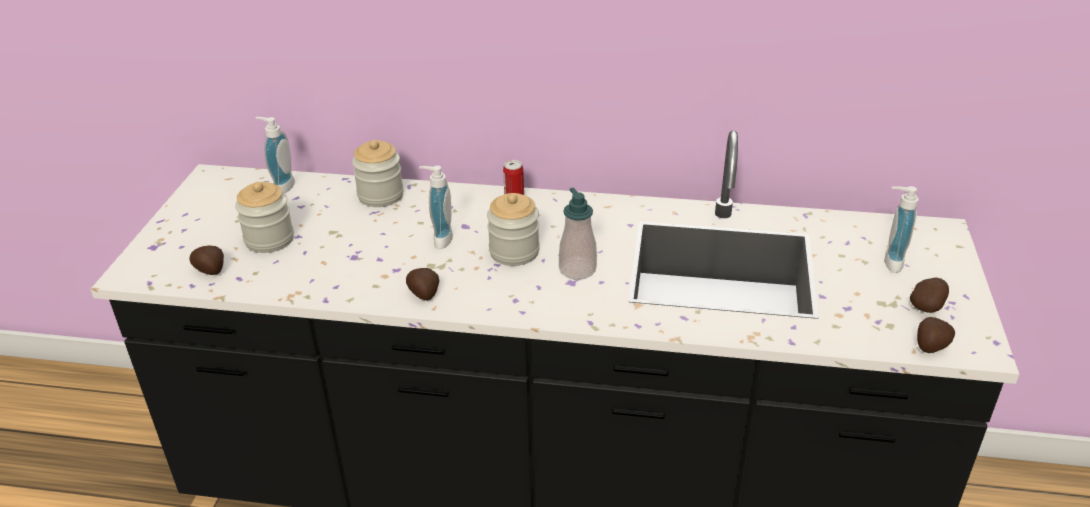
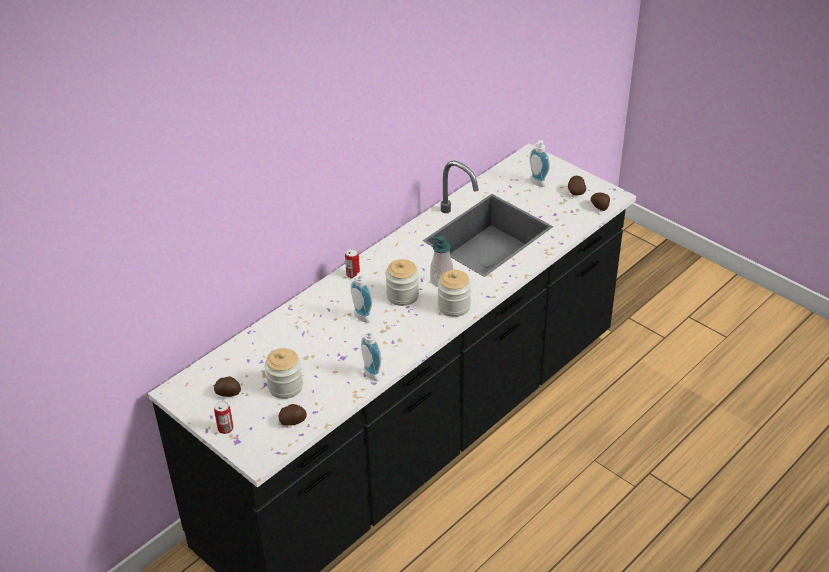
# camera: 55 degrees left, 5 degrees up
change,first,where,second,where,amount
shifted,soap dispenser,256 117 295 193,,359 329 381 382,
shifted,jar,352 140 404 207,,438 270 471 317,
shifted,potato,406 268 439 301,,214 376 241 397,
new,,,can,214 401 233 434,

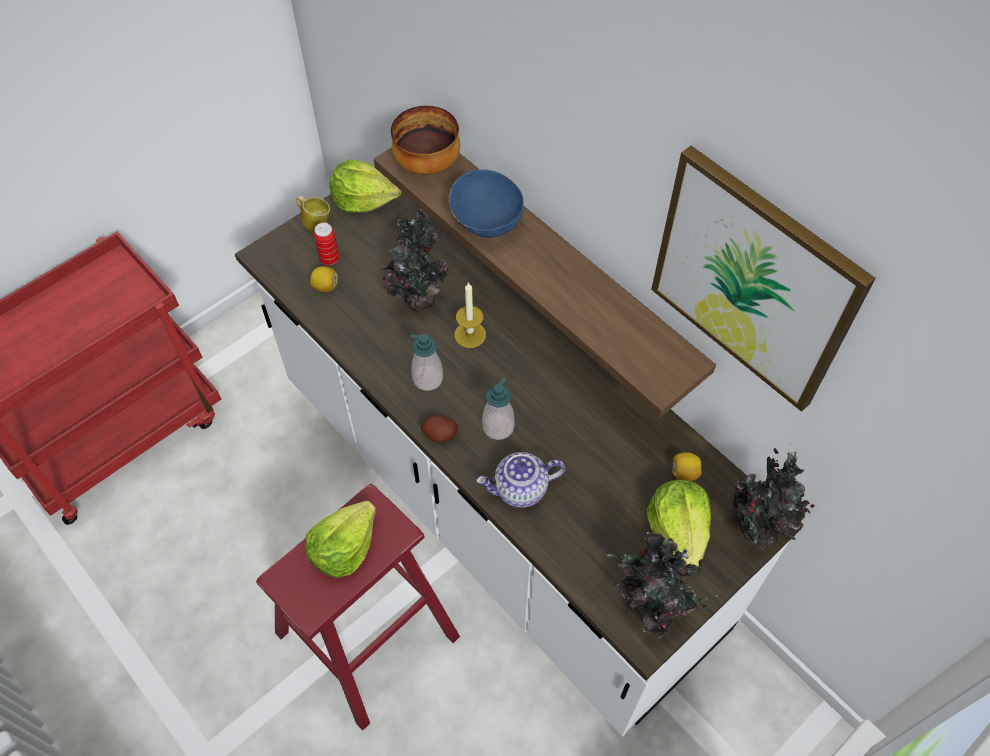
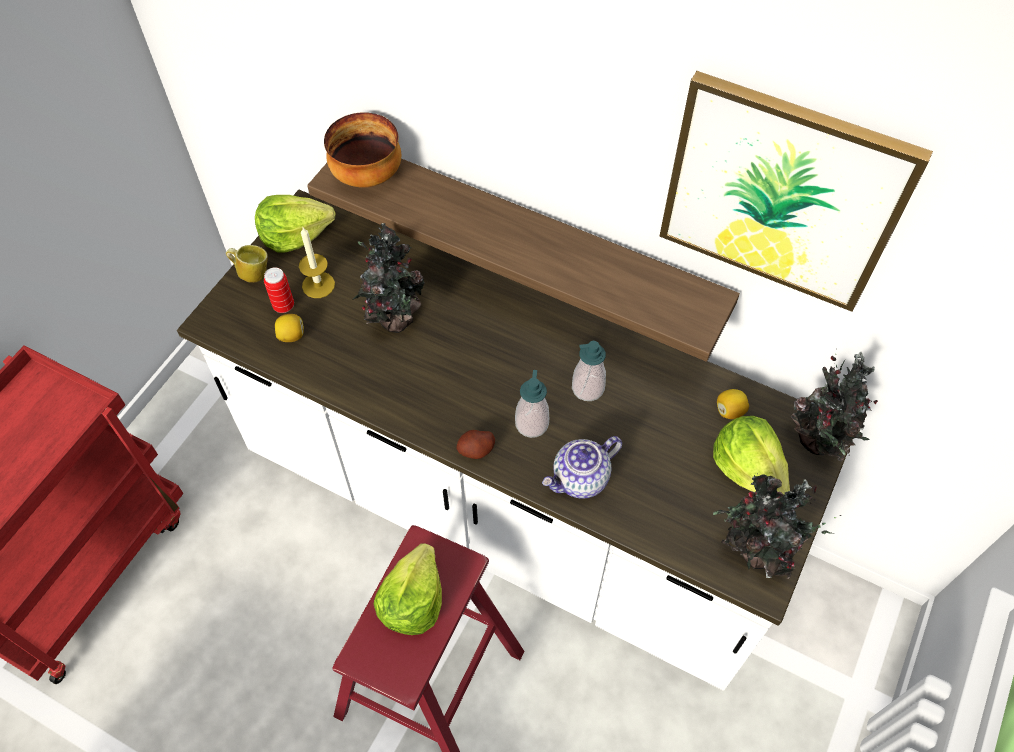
# camera: 20 degrees left, 0 degrees up
change,first,where,second,where,amount
shifted,soap dispenser,410 334 443 391,,572 341 606 401,
gone,blue bowl,449 169 524 238,,,
shifted,candle,455 282 486 348,,299 227 335 298,

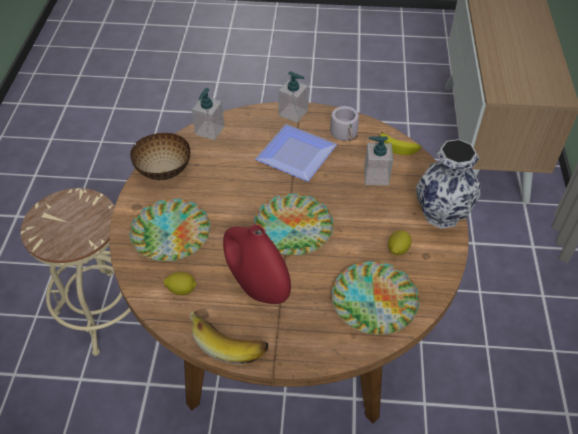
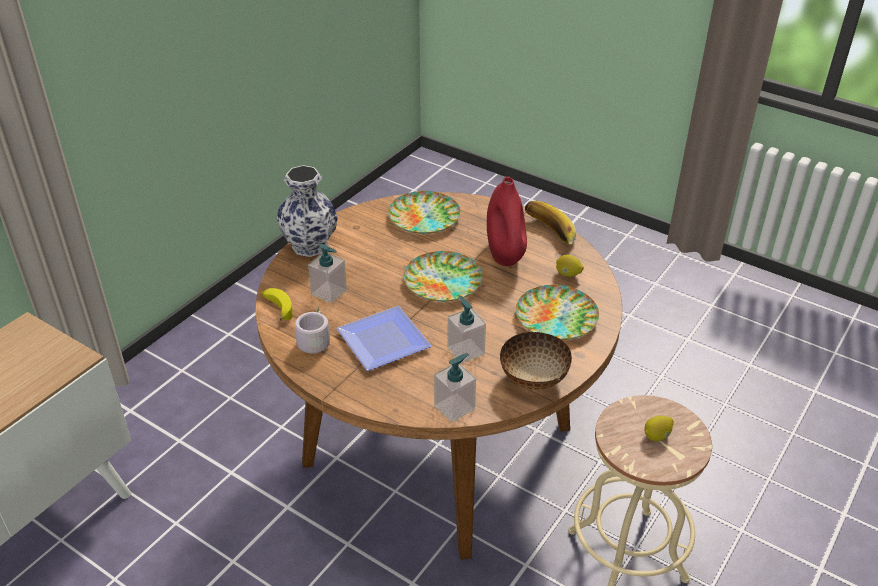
# camera: 150 degrees left, 10 degrees down
change,first,where,second,where,amount
shifted,soap dispenser,278 71 309 122,,447 296 486 363,
shifted,lemon,388 230 412 255,,644 416 674 441,

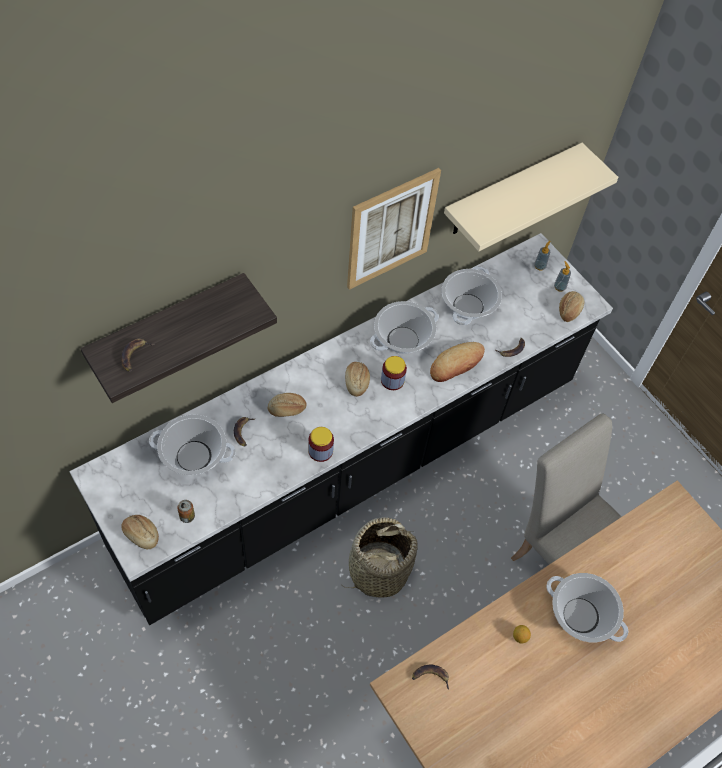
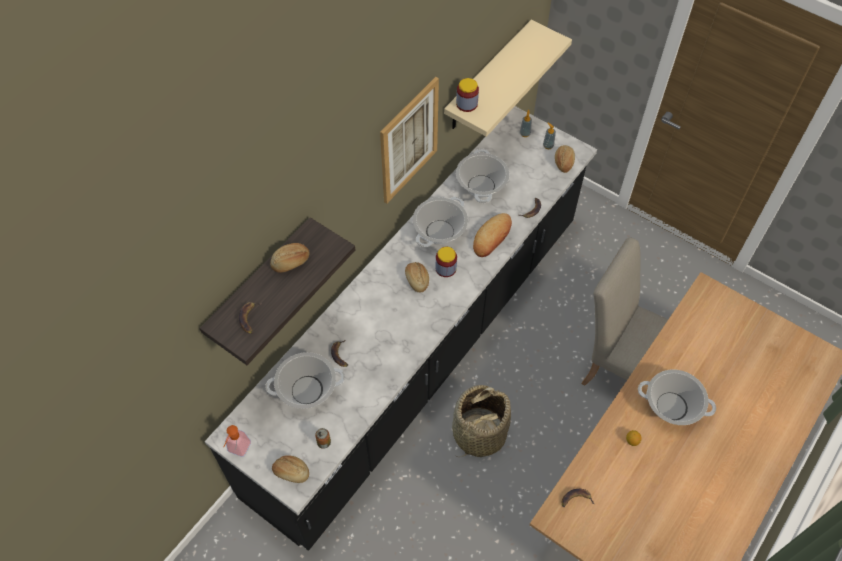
# camera: 15 degrees left, 0 degrees up
change,first,where,second,where,amount
shifted,bread,268 393 307 417,,270 243 310 273,
shifted,jar,308 427 334 462,,456 78 479 112,
new,,,soap dispenser,223 425 251 457,

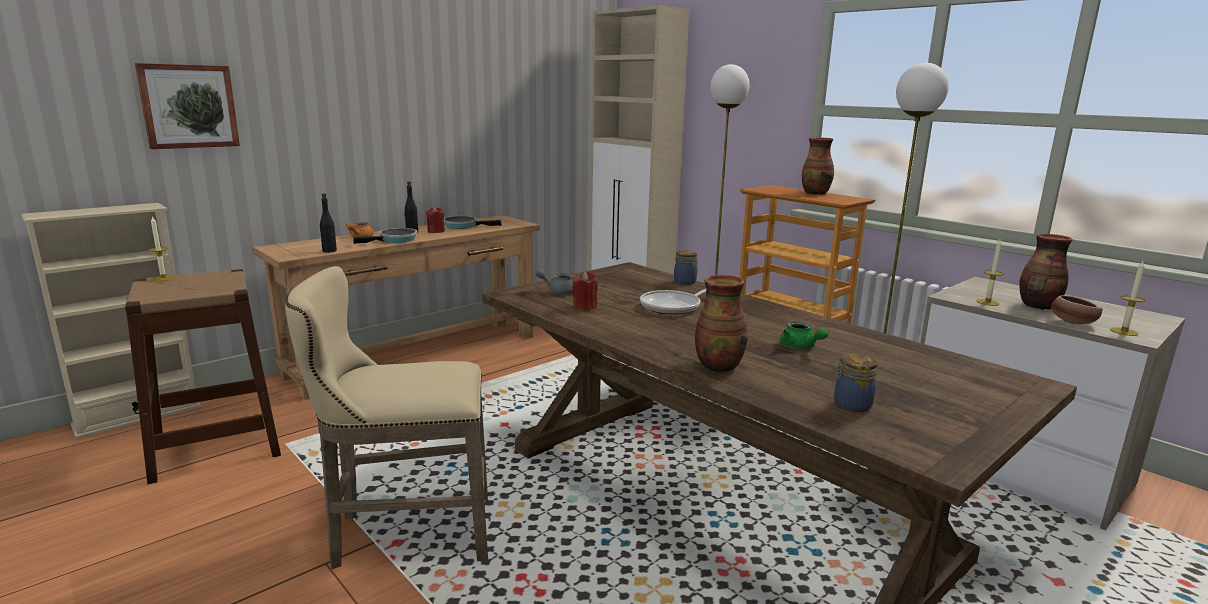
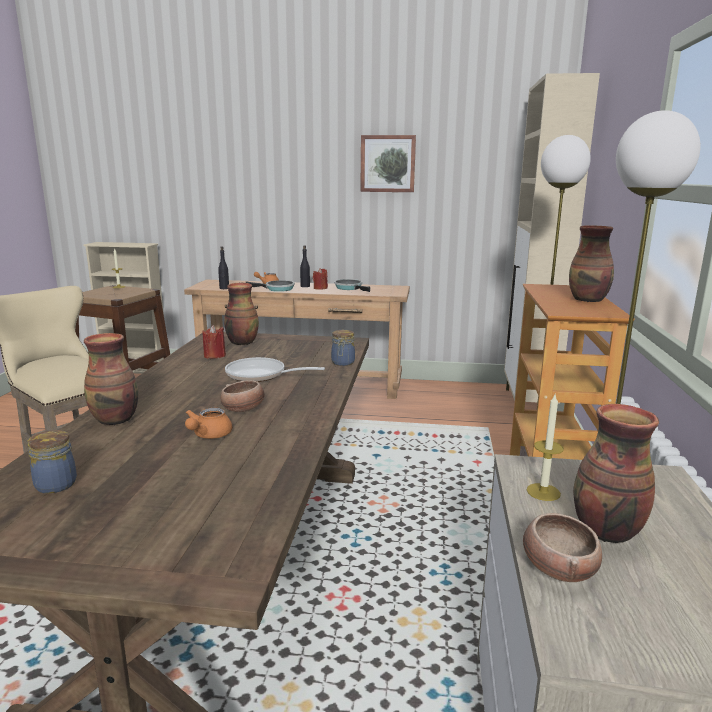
# camera: 50 degrees right, 0 degrees up
change,first,where,second,where,amount
shifted,picture,135 63 240 149,,360 135 416 192,
swapped,grey teapot,535 269 573 295,vase,224 283 259 345,
repainted,green teapot,780 322 828 349,orange teapot,185 408 233 439,
gone,candle,1110 261 1145 336,,,
new,,,bowl,221 380 265 412,

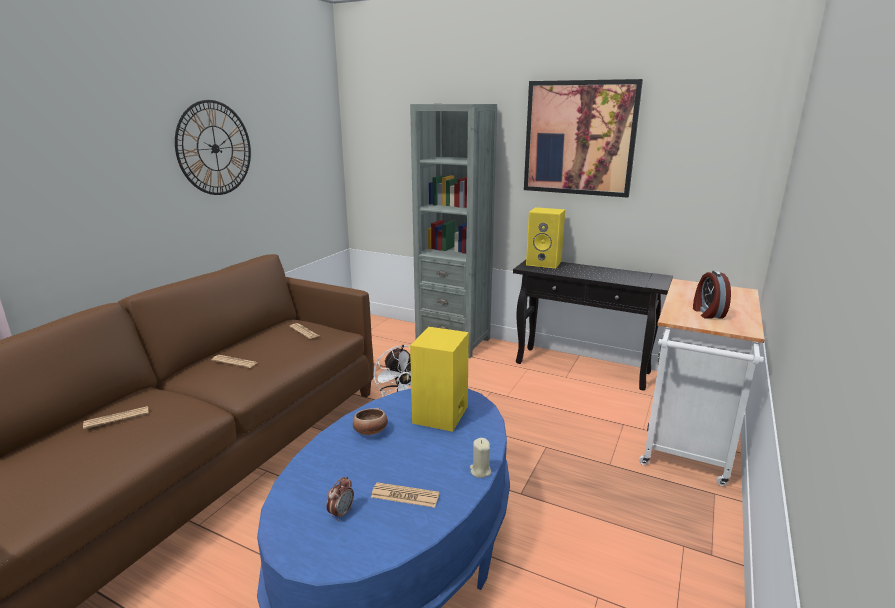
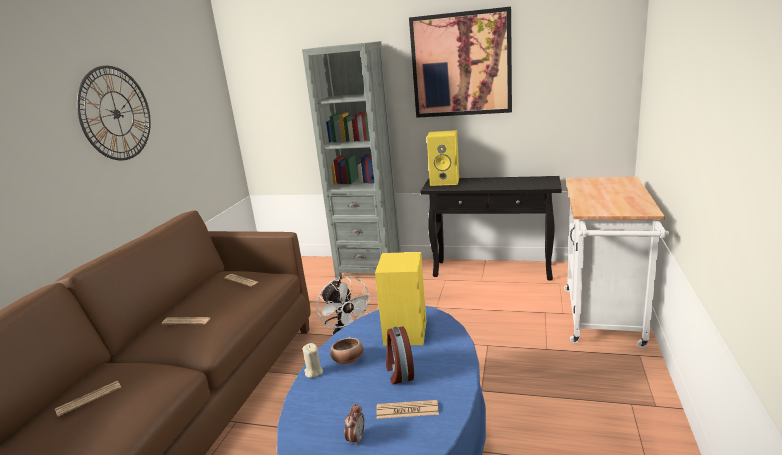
# camera: 10 degrees left, 0 degrees up
change,first,where,second,where,amount
shifted,beige candle,470 438 491 478,,303 343 323 378,
shifted,alarm clock,693 271 731 319,,386 326 414 384,

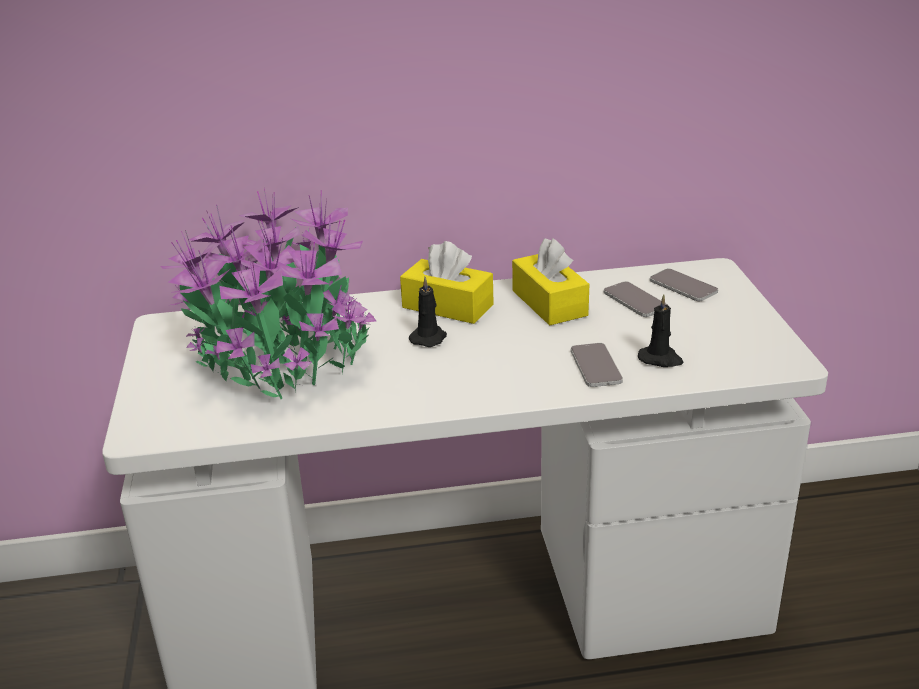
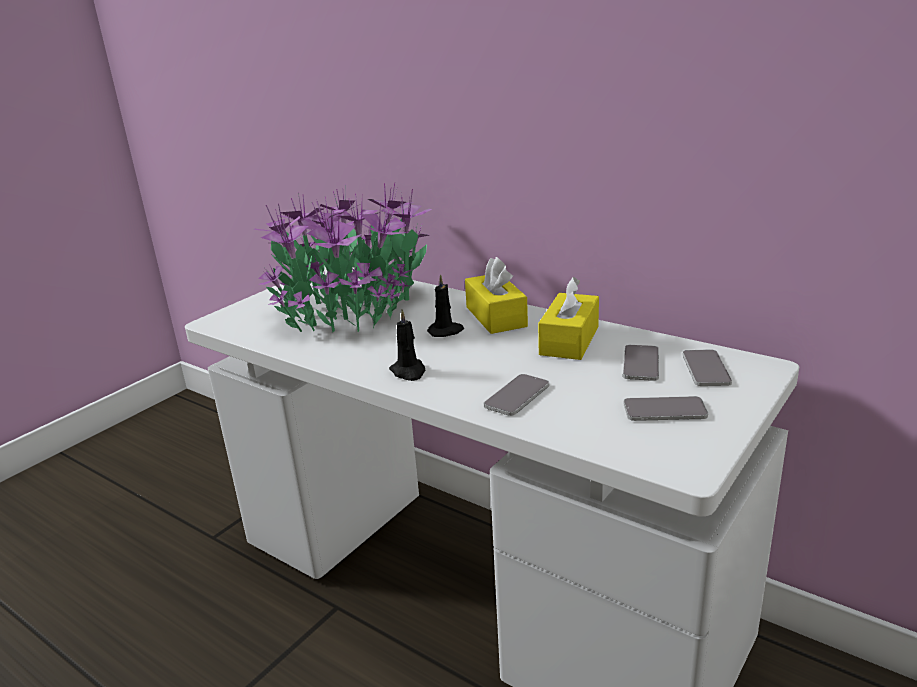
# camera: 45 degrees right, 5 degrees down
change,first,where,second,where,amount
shifted,black candle,638 294 684 367,,389 309 425 381,
new,,,phone,624 396 708 421,

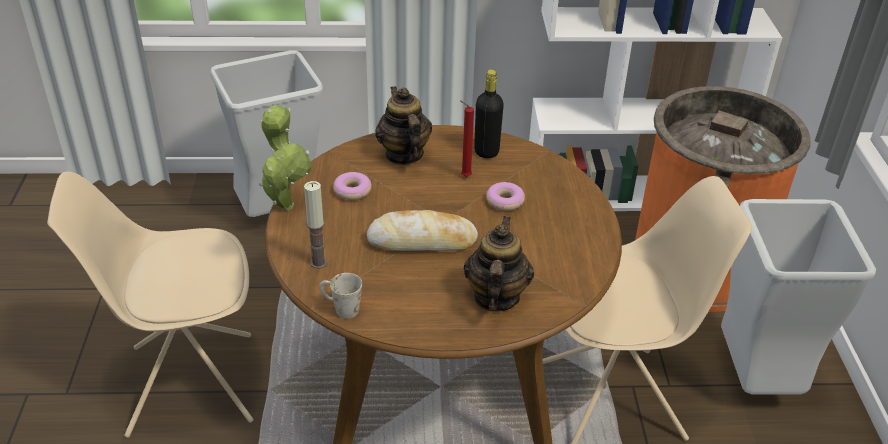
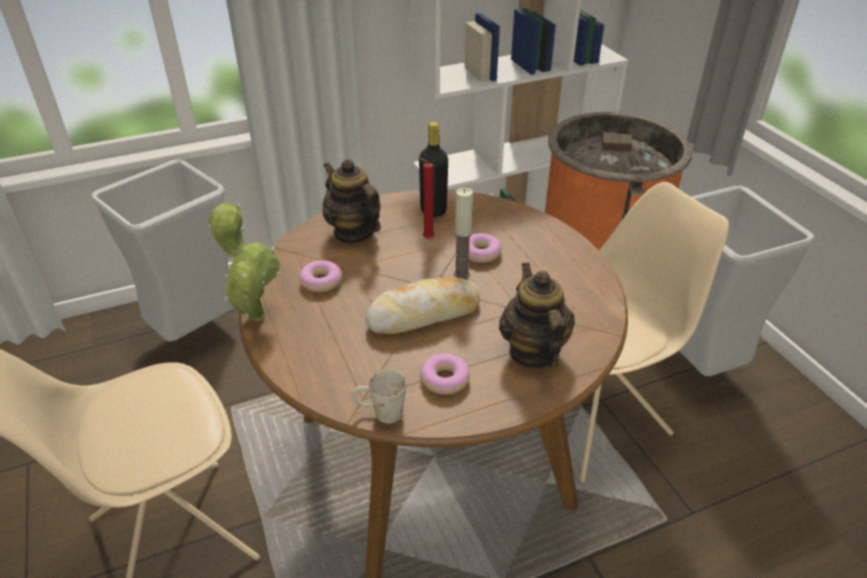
# camera: 20 degrees left, 0 degrees up
change,first,where,second,where,amount
shifted,candle,304 181 327 269,,453 188 473 279,
new,,,donut,420 354 470 395,

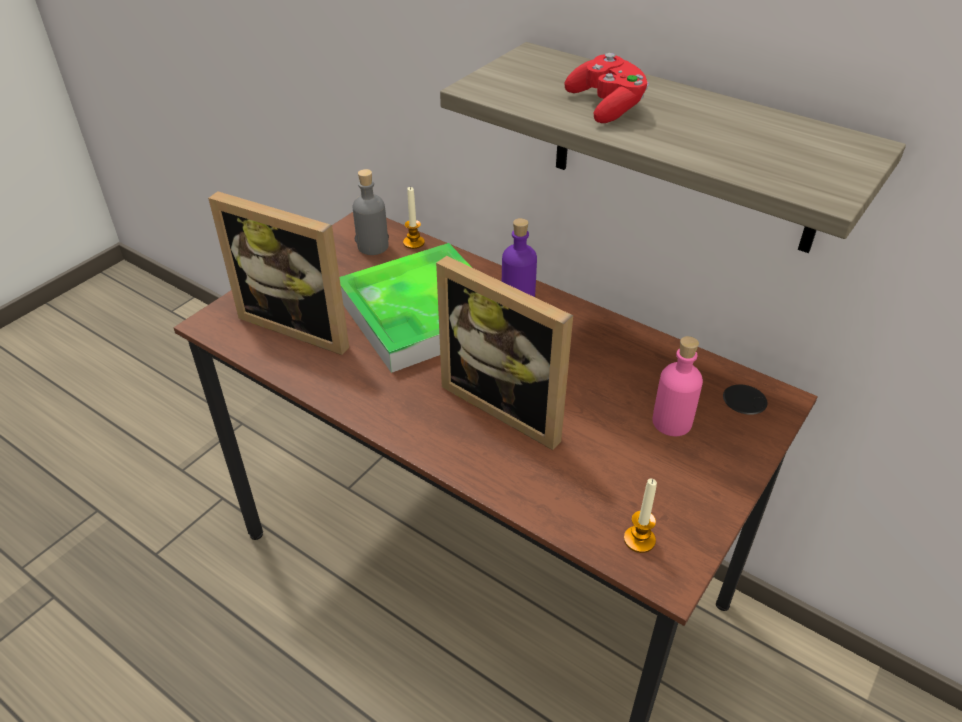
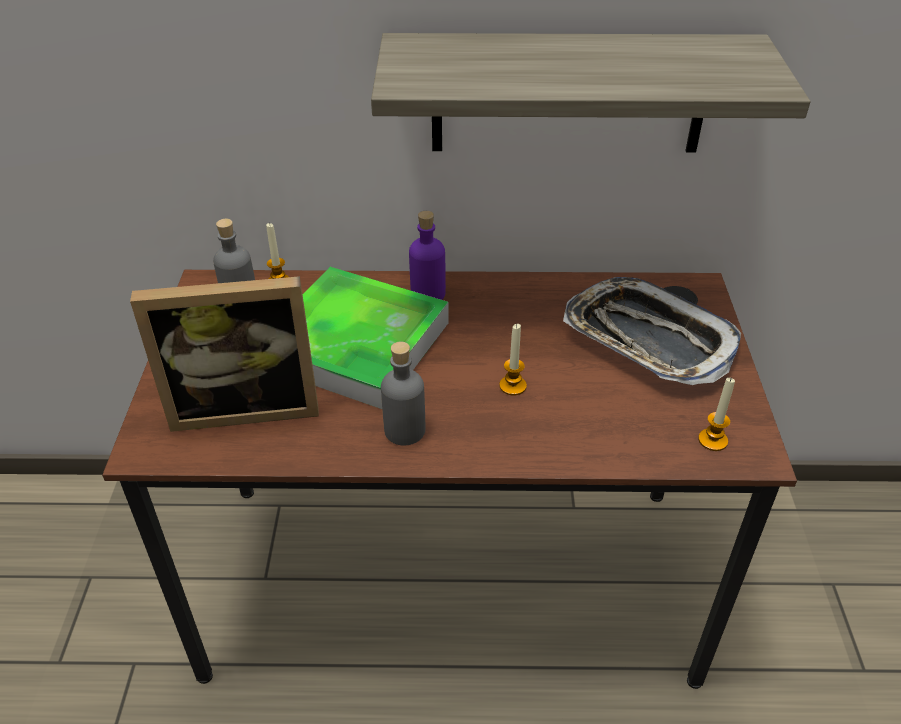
# camera: 35 degrees left, 0 degrees up
change,first,where,second,where,amount
swapped,picture frame,436 256 573 450,candle,499 324 527 396,
gone,red game controller,564 53 649 123,,,
swapped,pink bottle,652 336 703 436,tray,563 277 741 385,
new,,,grey bottle,381 342 425 446,

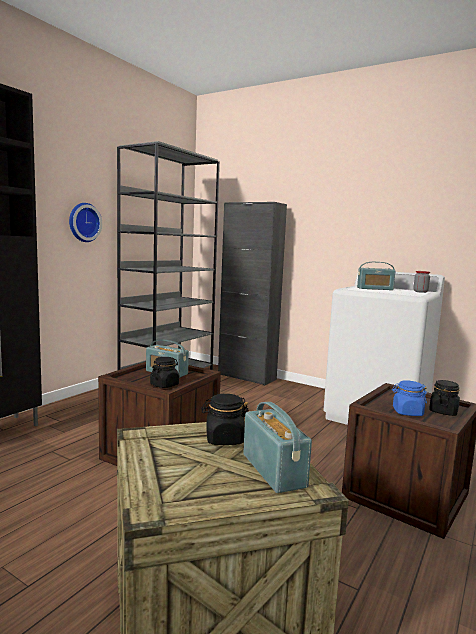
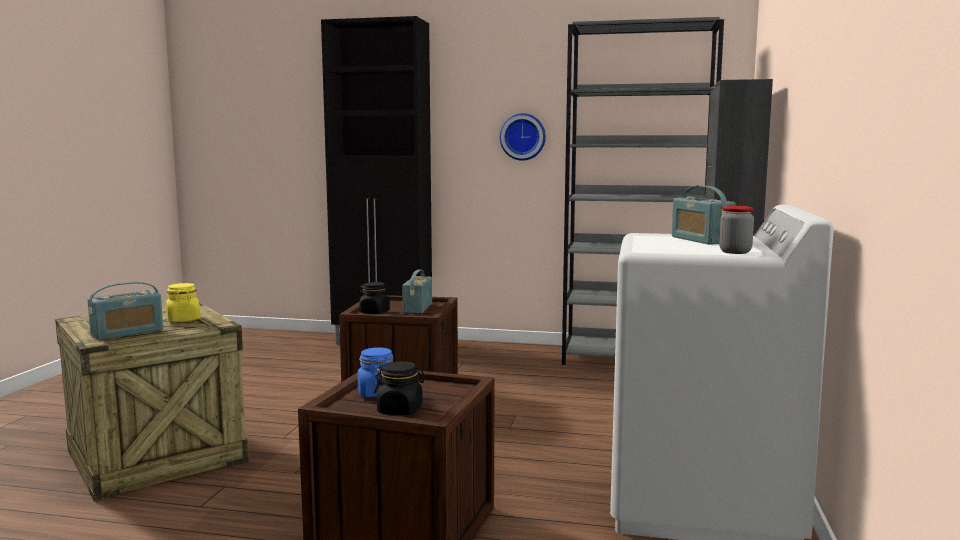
# camera: 70 degrees right, 0 degrees up
change,first,where,second,where,amount
repainted,black jar,201 394 248 445,yellow jar,166 283 200 322,

